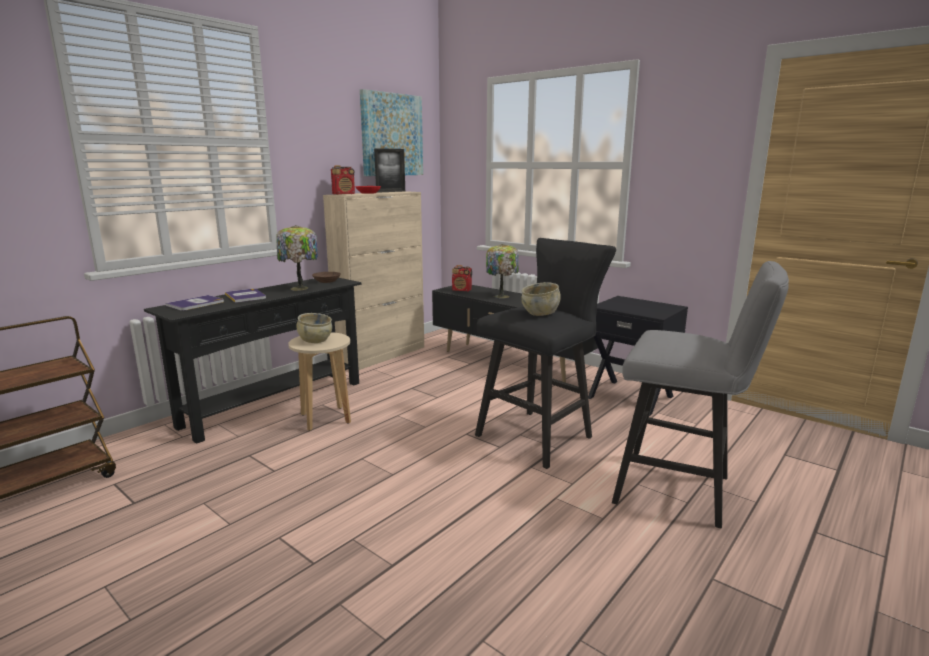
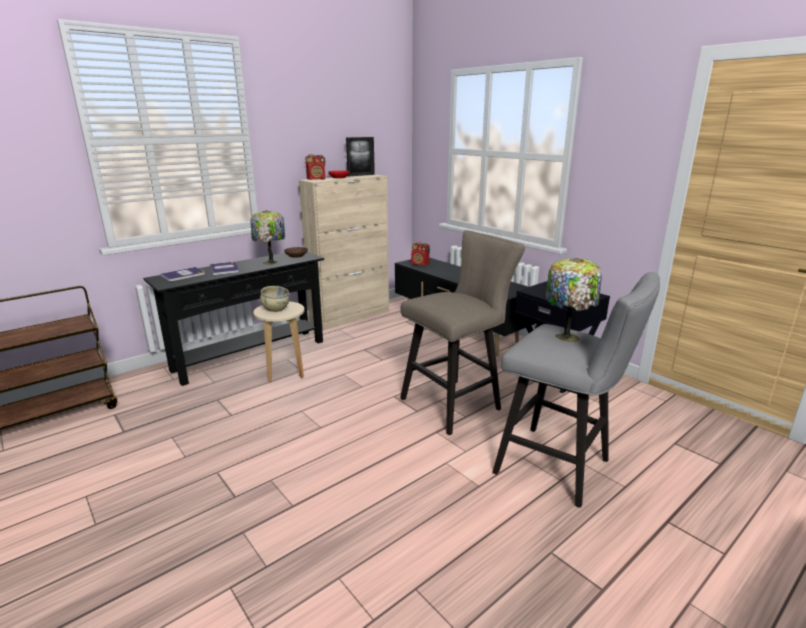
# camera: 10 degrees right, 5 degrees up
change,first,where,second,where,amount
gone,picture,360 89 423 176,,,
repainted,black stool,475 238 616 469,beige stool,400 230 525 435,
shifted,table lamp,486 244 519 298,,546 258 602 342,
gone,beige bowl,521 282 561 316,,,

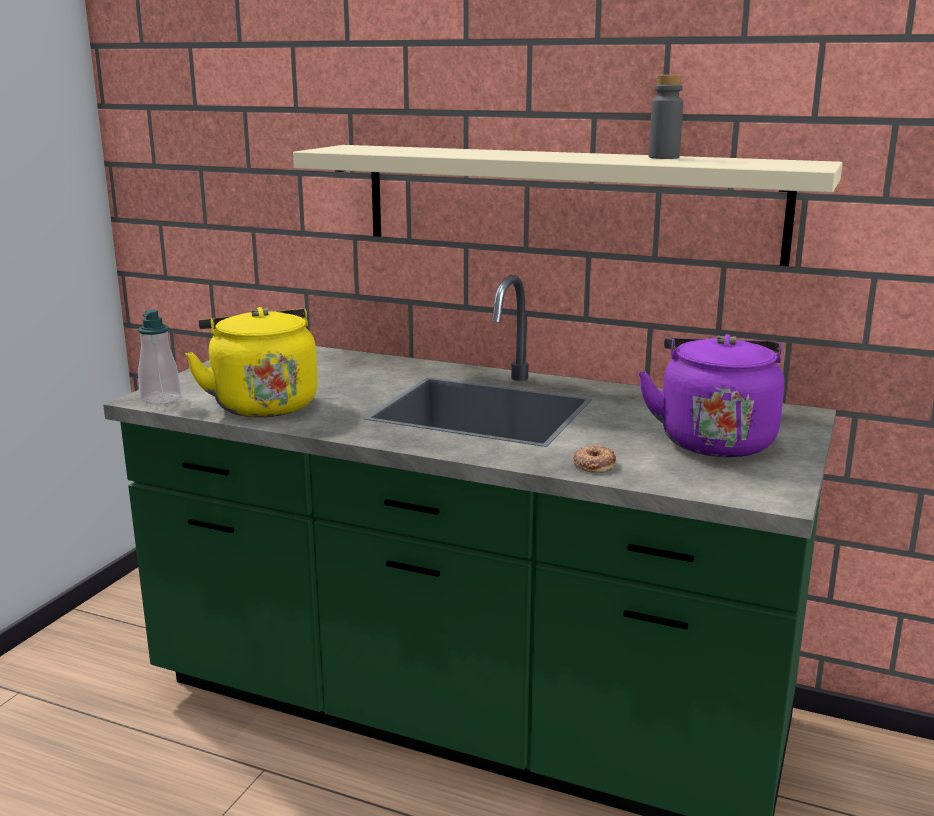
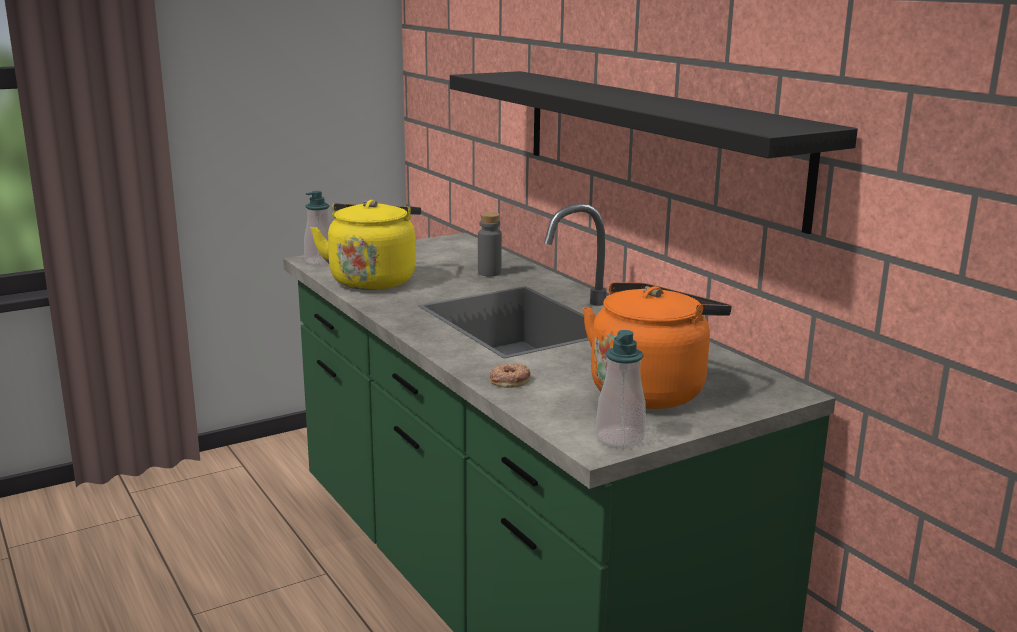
# camera: 35 degrees right, 0 degrees up
change,first,where,second,where,amount
repainted,beige shelf,293 145 843 266,black shelf,450 71 858 234,
repainted,purple kettle,638 334 785 457,orange kettle,582 282 732 409,
shifted,grey bottle,649 75 683 159,,478 212 502 276,
new,,,soap dispenser,596 330 646 448,

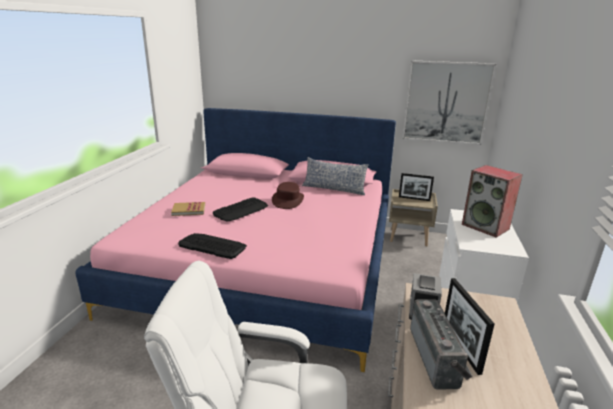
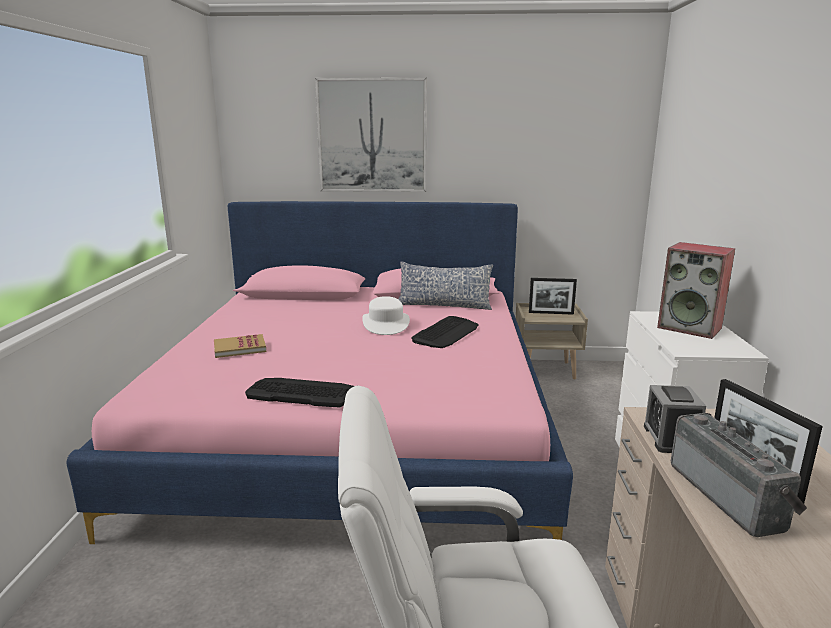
# camera: 10 degrees left, 5 degrees down
change,first,where,second,where,amount
shifted,keyboard,213 197 268 222,,411 316 479 348,
repainted,brown hat,272 182 304 209,white hat,362 296 410 335,
shifted,picture,402 60 497 145,,315 77 427 192,

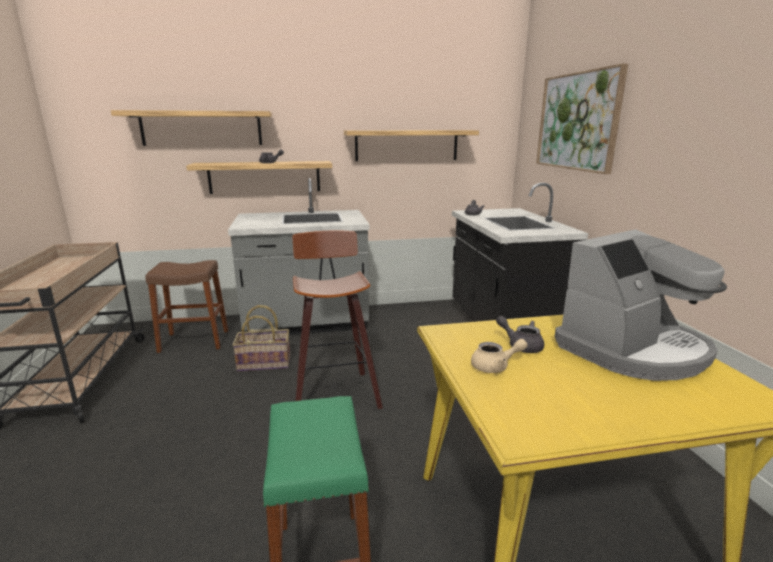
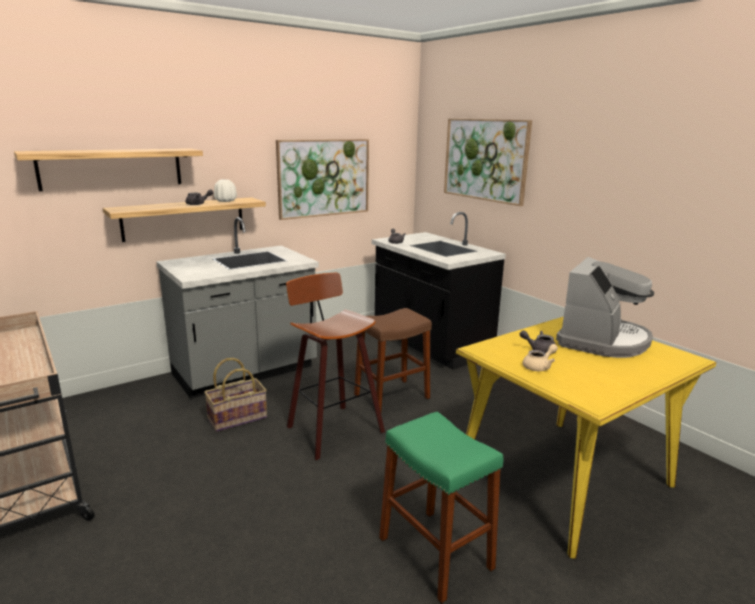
# camera: 25 degrees left, 0 degrees up
change,first,where,second,where,amount
shifted,brown stool,146 260 228 353,,354 308 432 411,
swapped,shelf,344 130 479 161,picture,276 139 369 220,
new,,,white vase,214 179 237 202,

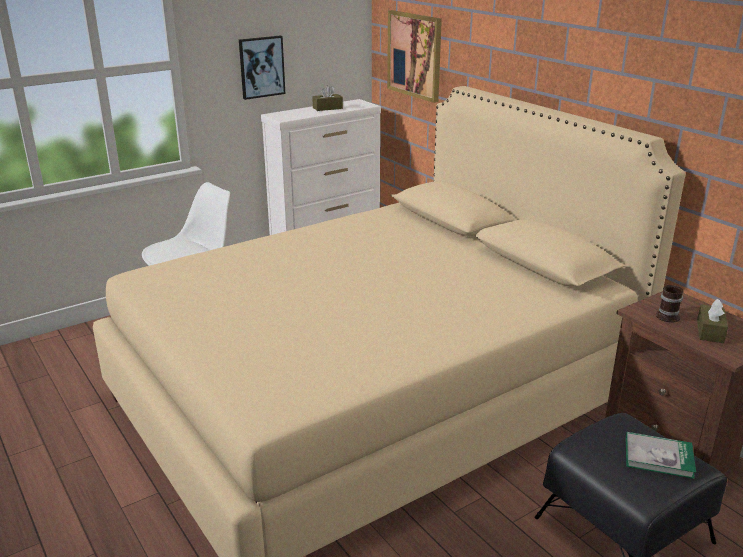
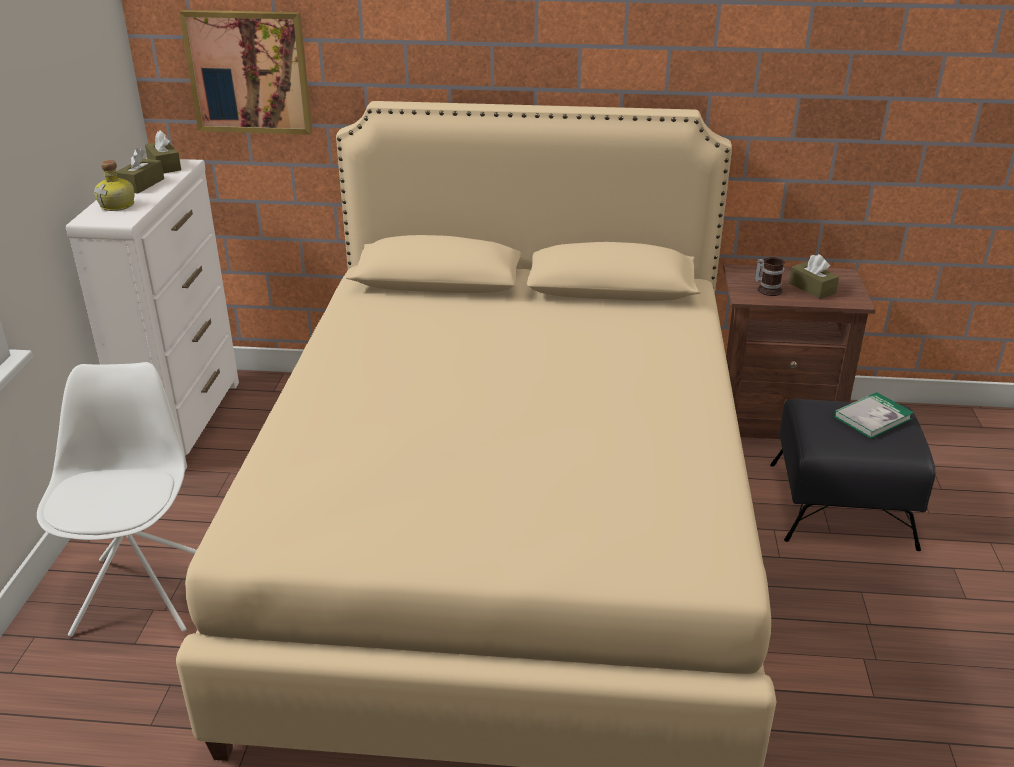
# camera: 50 degrees left, 5 degrees up
change,first,where,second,where,amount
gone,picture,239 35 285 100,,,
new,,,bottle,94 160 134 211,
new,,,brown tissue box,145 131 181 173,

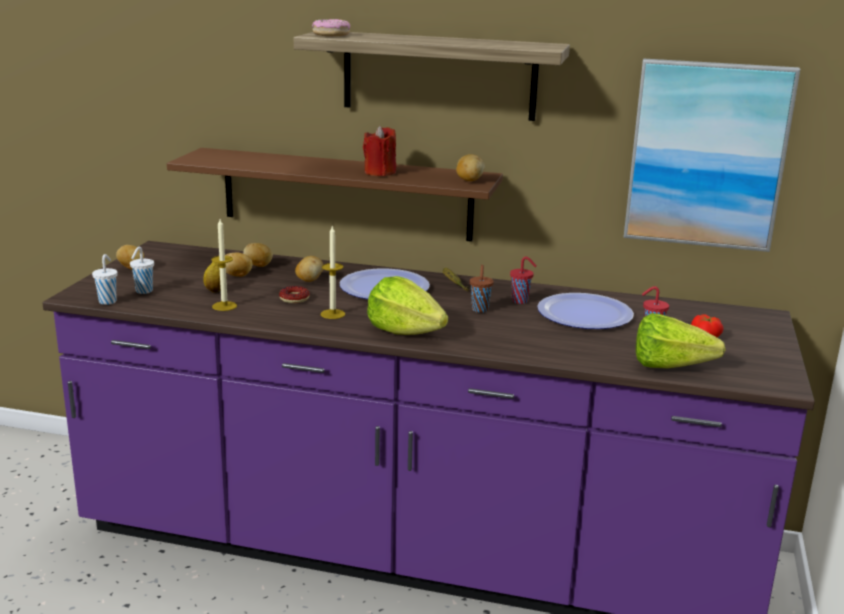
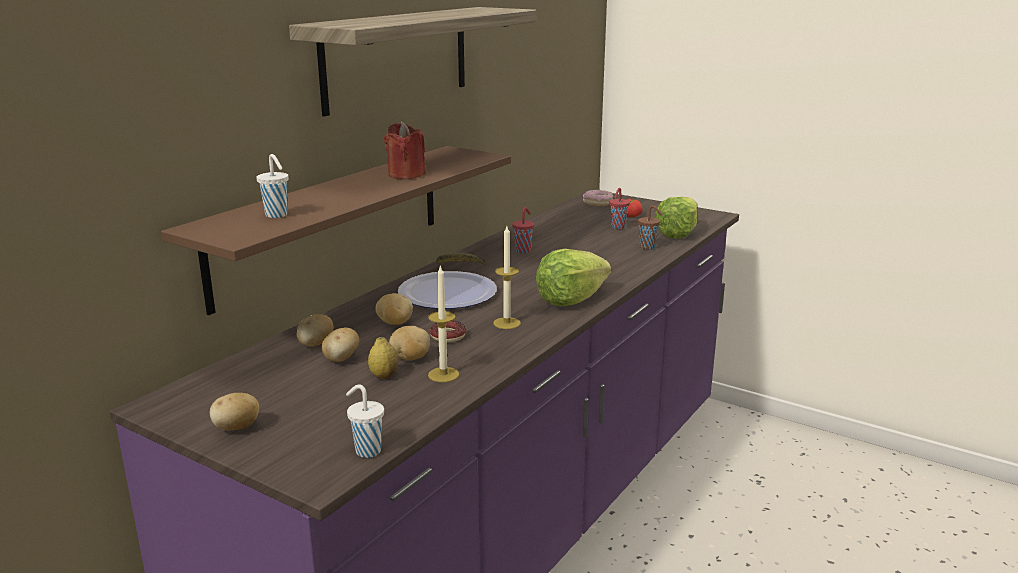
# camera: 70 degrees left, 0 degrees up
change,first,where,second,where,amount
shifted,white cup,130 247 154 294,,256 154 289 218,
shifted,donut,312 19 351 36,,583 190 613 206,
shifted,potato,456 154 485 181,,389 326 430 360,
shifted,brown cup,470 265 494 313,,638 205 663 250,
gone,plate,537 293 634 329,,,
gone,picture,623 58 800 252,,,

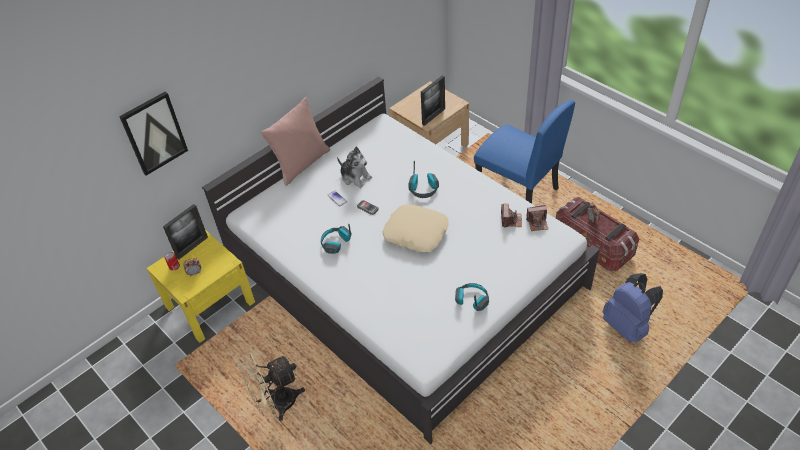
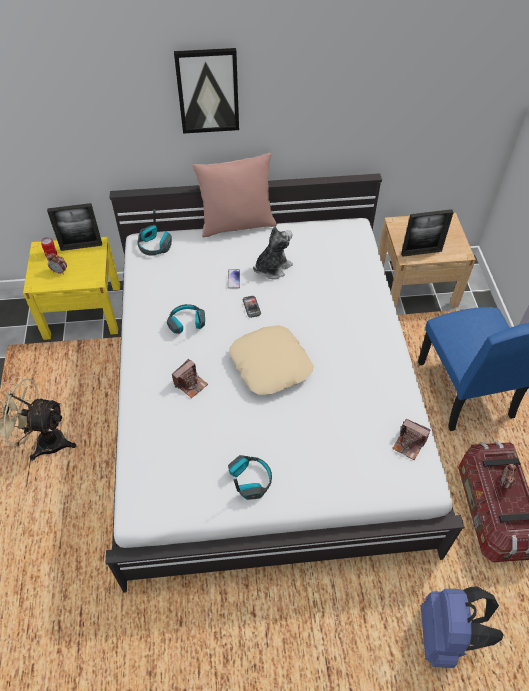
# camera: 35 degrees right, 5 degrees up
change,first,where,second,where,amount
shifted,picture,119 91 188 176,,174 48 239 134,
rotated,plush toy,337 147 372 188,,253 226 293 279,120 degrees counterclockwise
shifted,headphones,409 161 439 198,,138 209 172 256,
shifted,photo camera,501 204 522 228,,172 359 208 398,

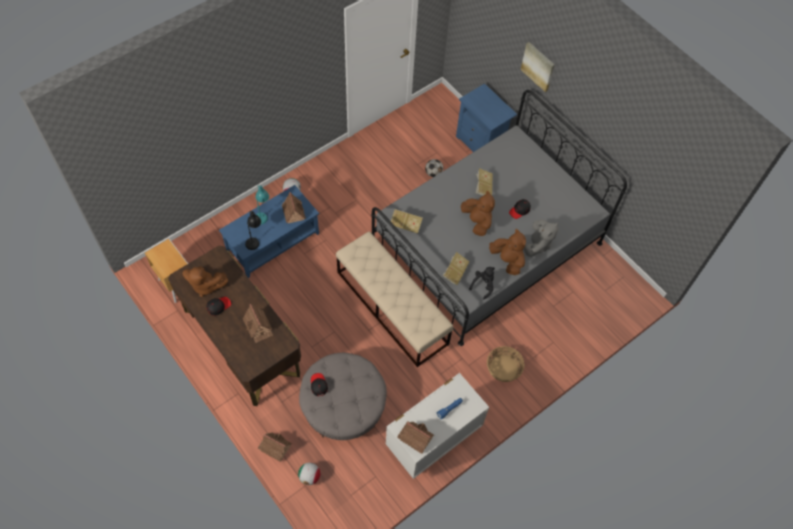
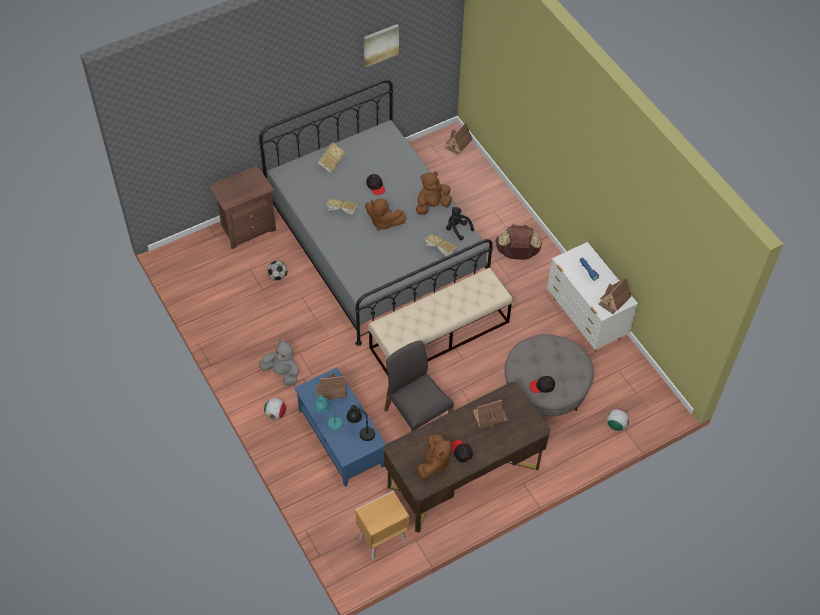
# camera: 80 degrees left, 5 degrees down
change,first,where,second,where,amount
shifted,toy house,258 432 292 462,,445 123 472 155,
shifted,book,391 209 423 233,,318 143 346 172,
repainted,blue nightstand,456 83 517 152,brown nightstand,208 165 276 249,
rotated,brown plush toy,461 190 495 236,,365 198 406 231,135 degrees counterclockwise
swapped,basket,487 346 525 382,brown backpack,495 224 542 260,
shifted,picture,521 42 555 92,,364 24 399 67,
shifted,grey plush toy,524 219 558 257,,259 339 299 386,
new,,,grey chair,384 340 454 432,

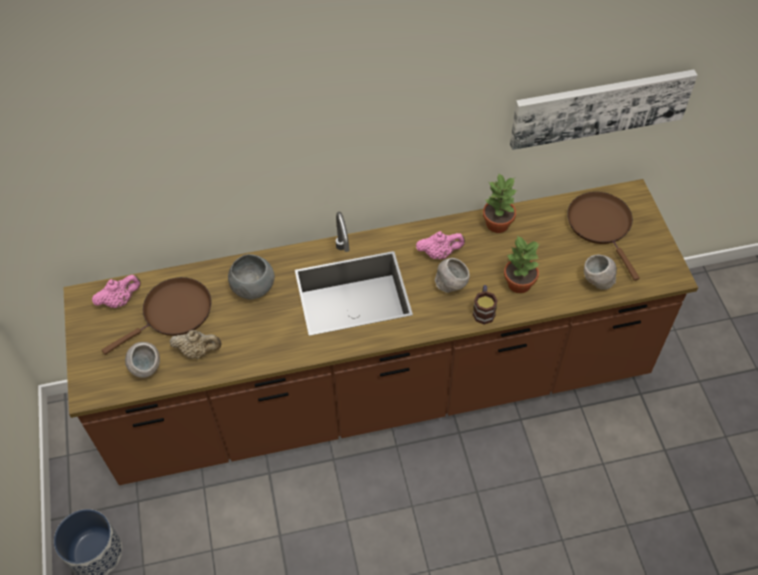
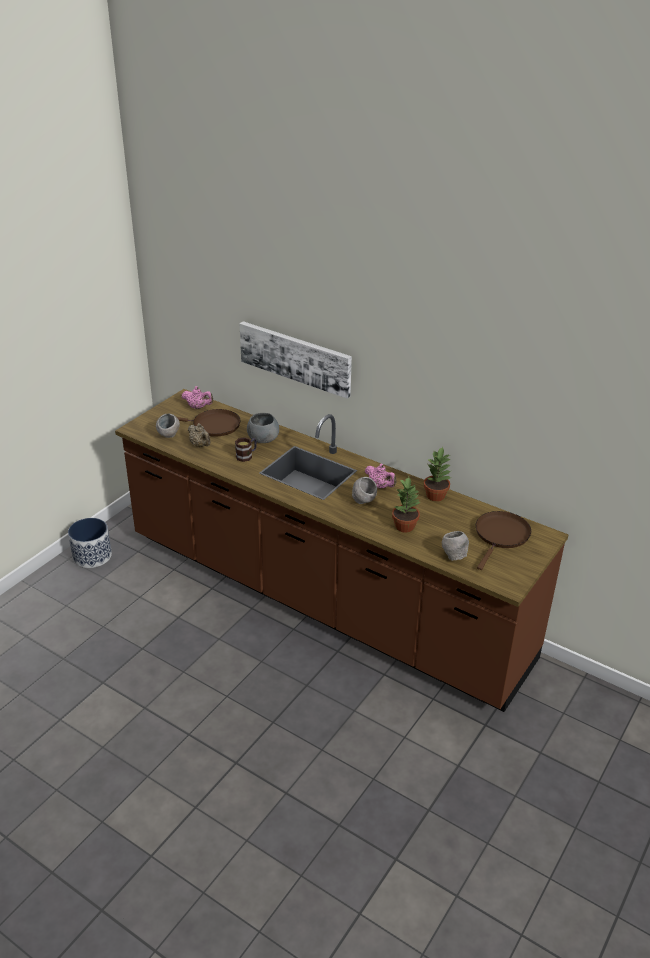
# camera: 45 degrees right, 20 degrees down
change,first,where,second,where,amount
shifted,mug,472 285 498 325,,235 437 257 462,
shifted,picture,510 70 697 150,,240 321 352 399,

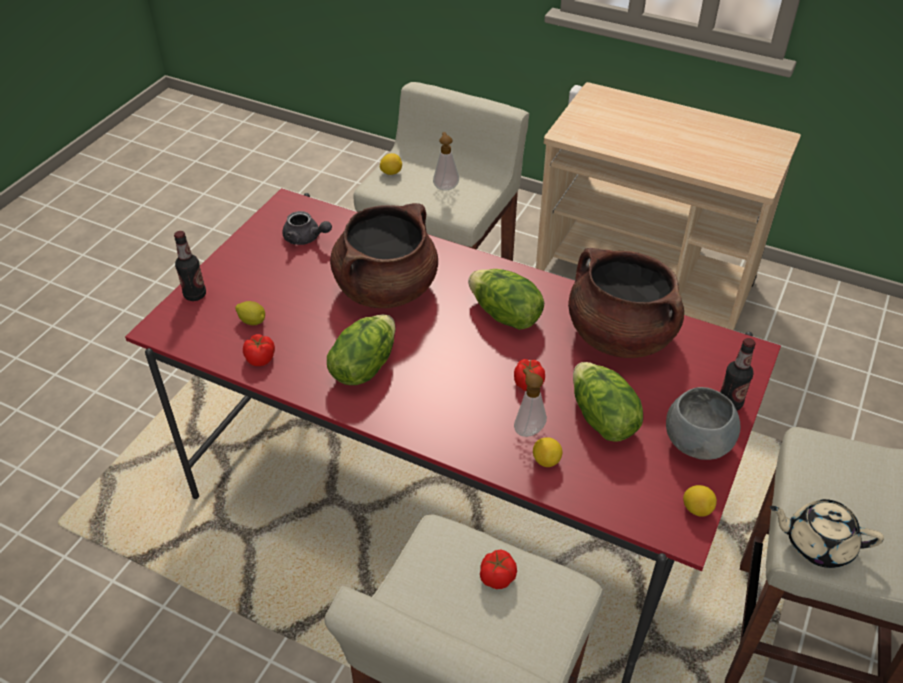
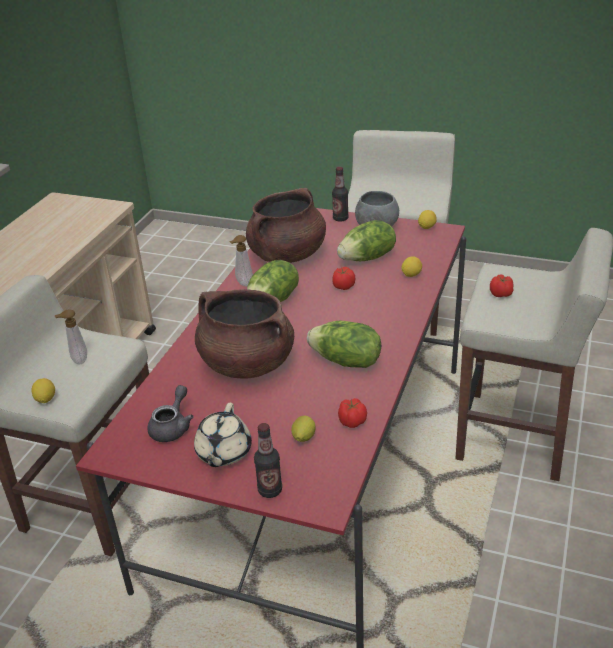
# camera: 95 degrees left, 10 degrees down
change,first,where,second,where,amount
shifted,soap dispenser,514 368 547 437,,229 235 253 286,
shifted,beige teapot,770 499 884 568,,194 403 252 467,

